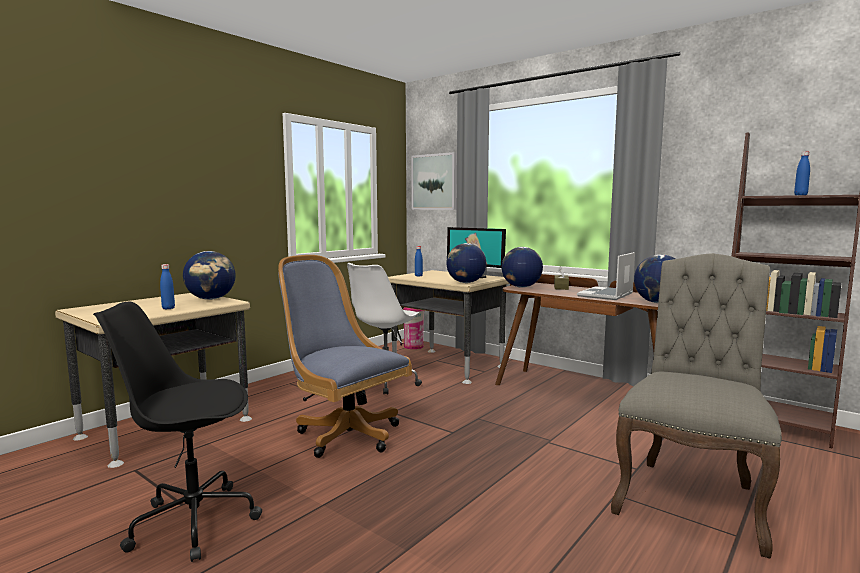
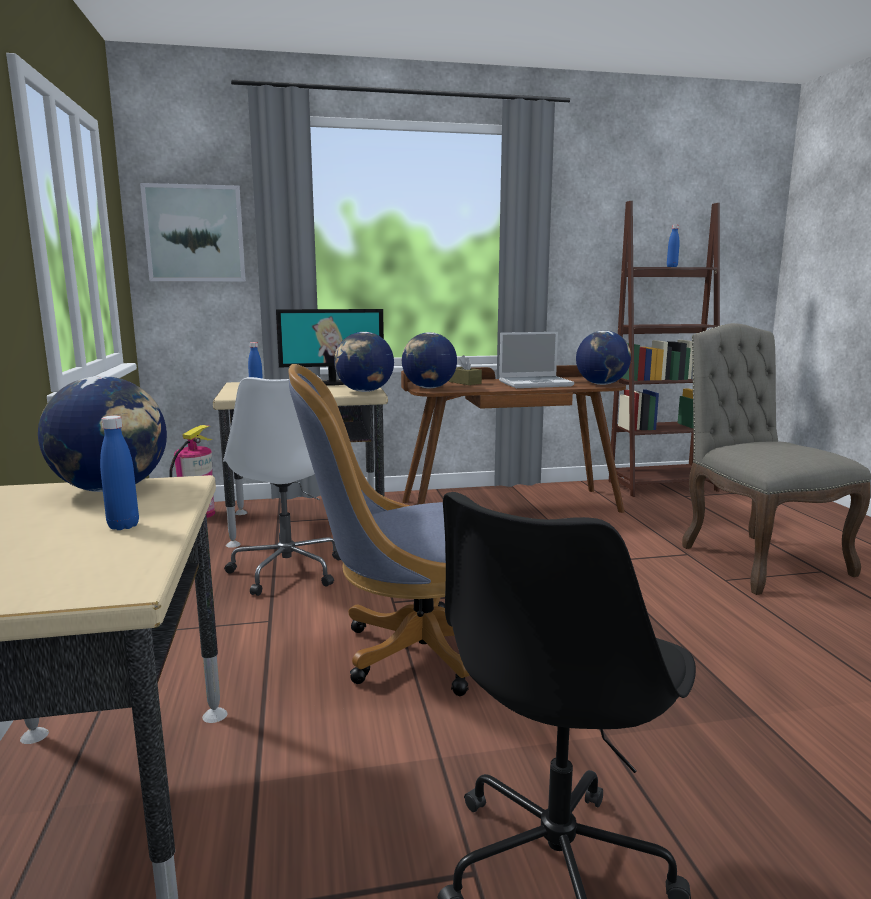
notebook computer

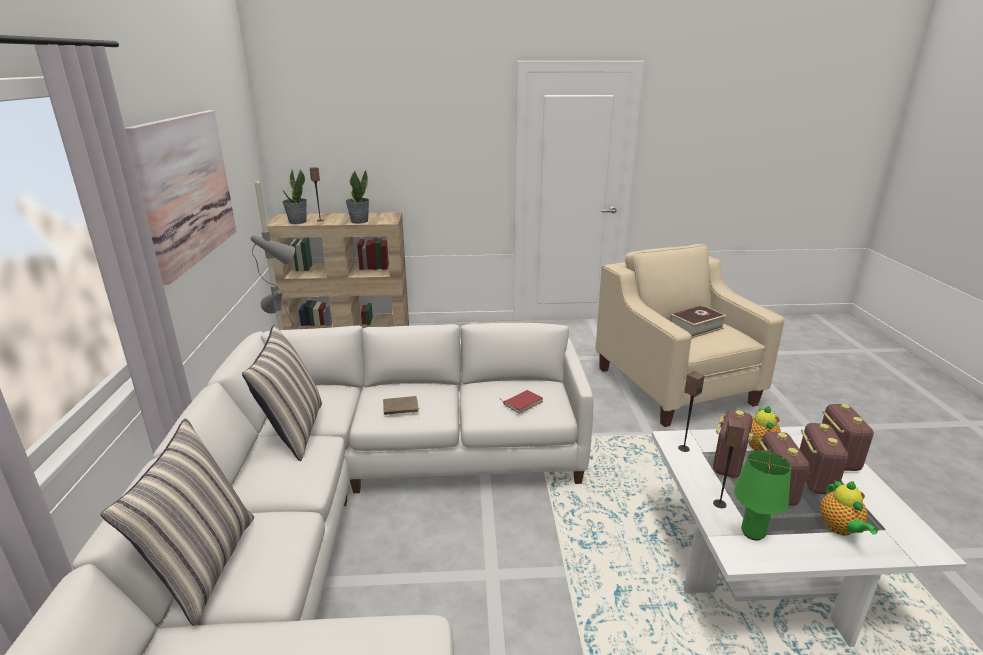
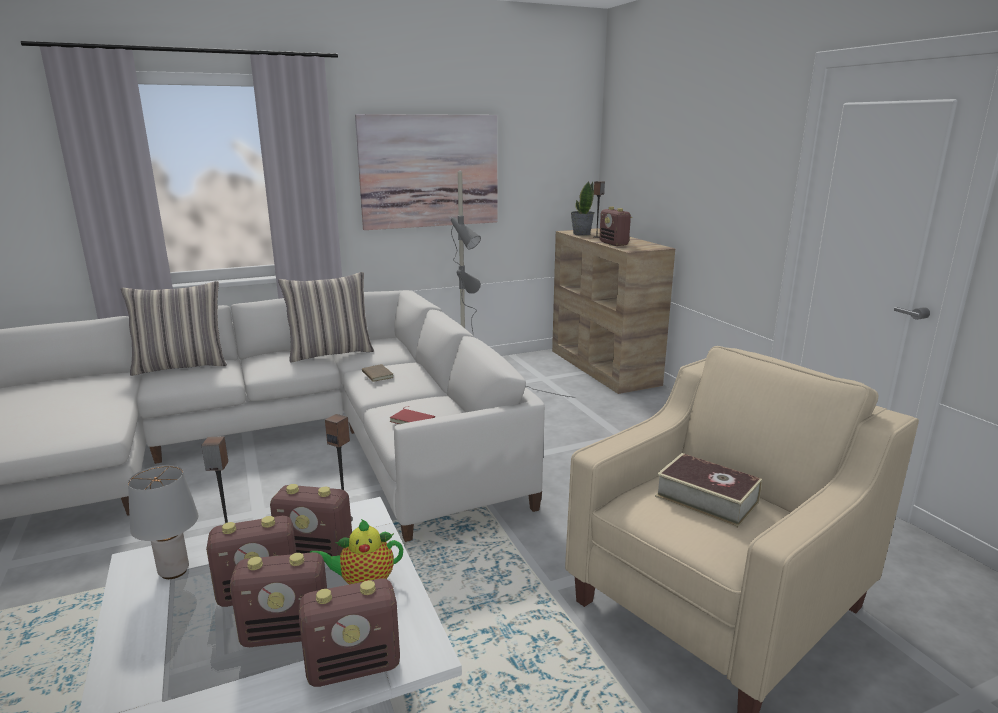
lamp for a table (grey)
radio set (5th from left)
tea pot (2nd from left in the first image)

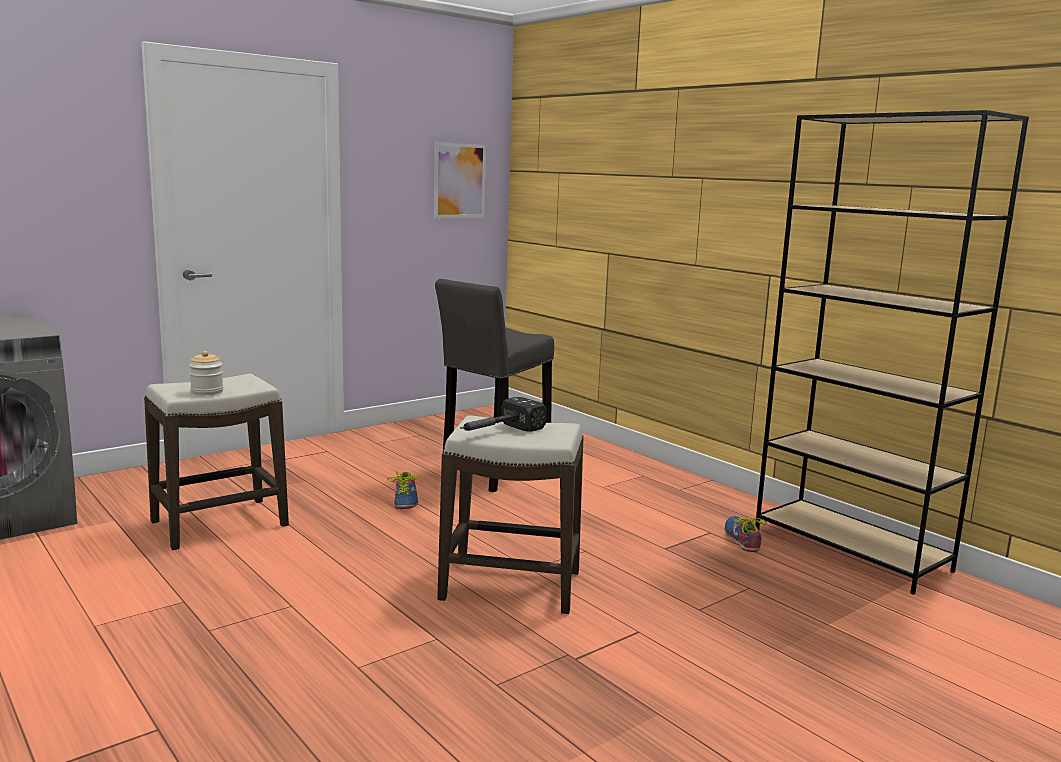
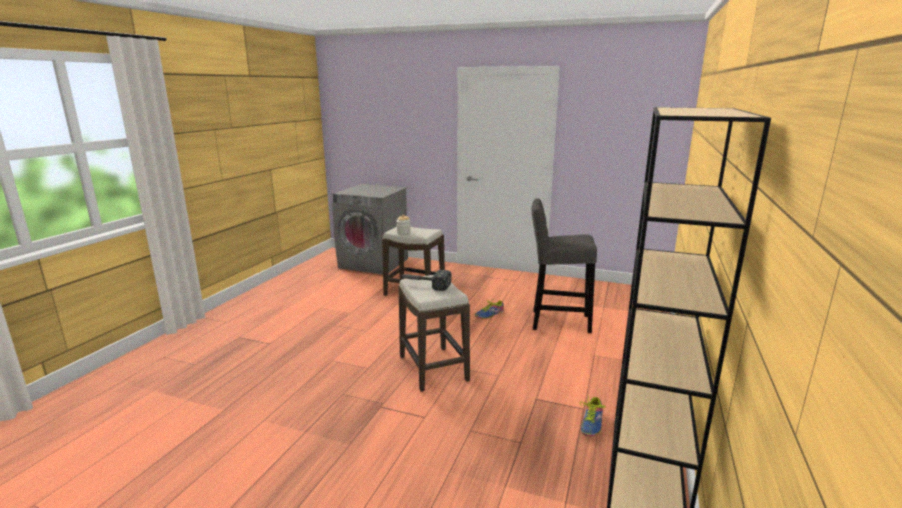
shoe (2nd from left)
wall picture

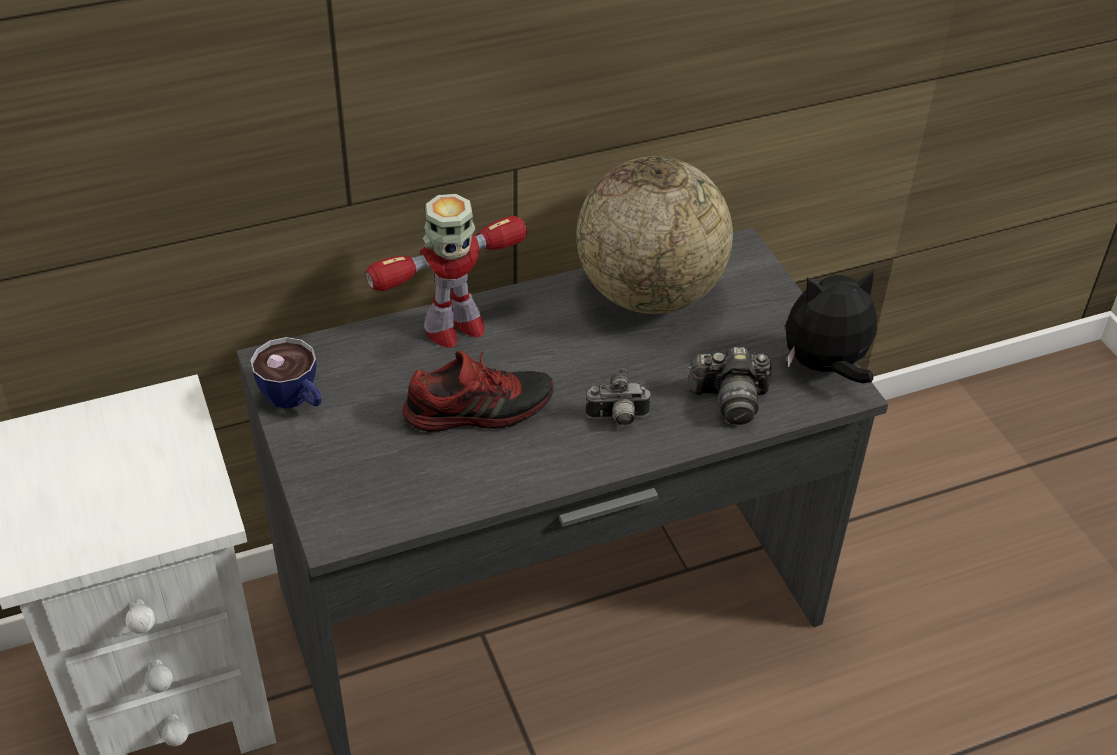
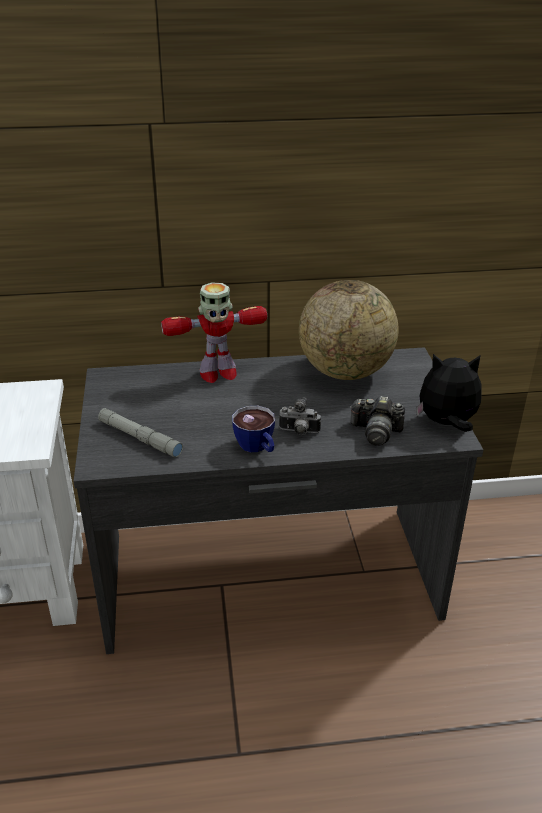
flashlight (grey)
drinking cup
shoe

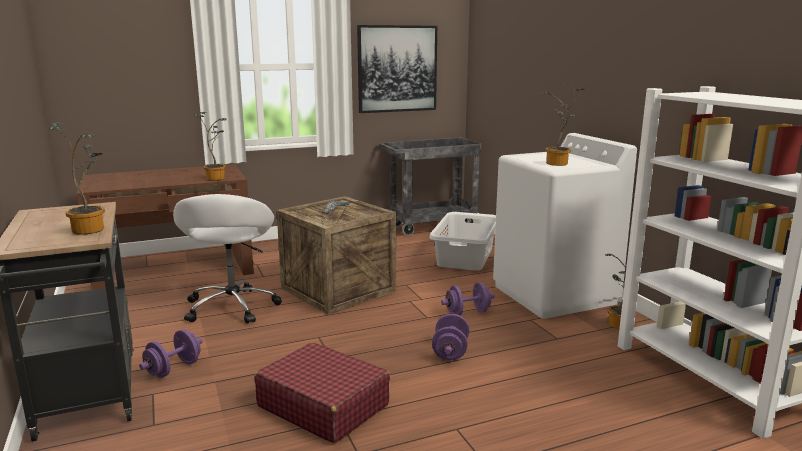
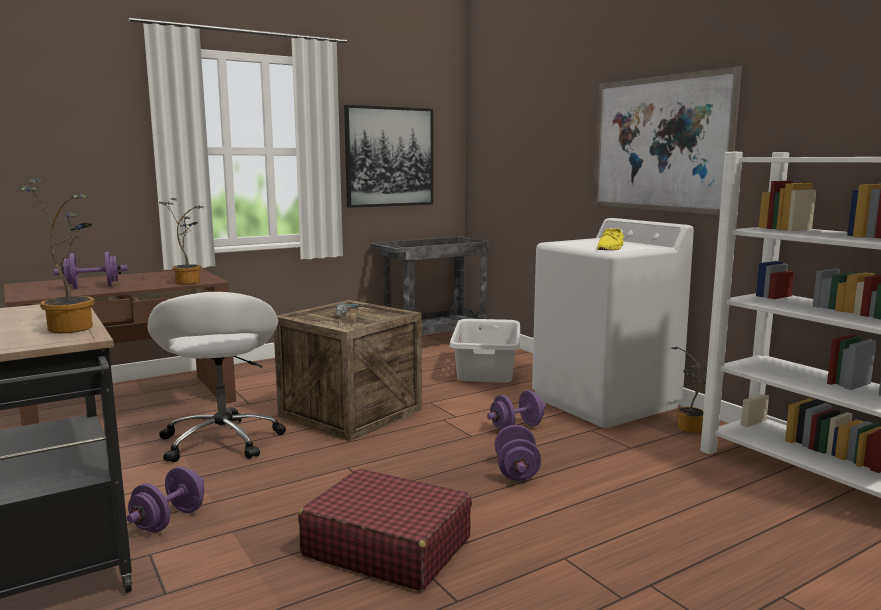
free weight (purple) (1st from left)
wall picture (2nd from left)
shoe (yellow-coloured)

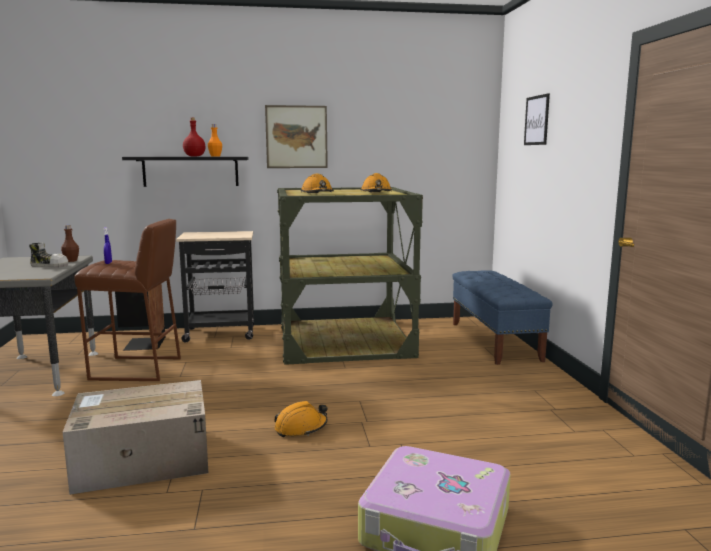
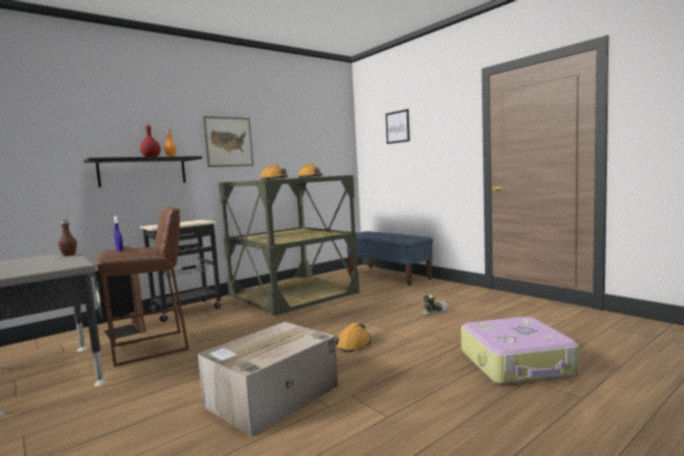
shoe

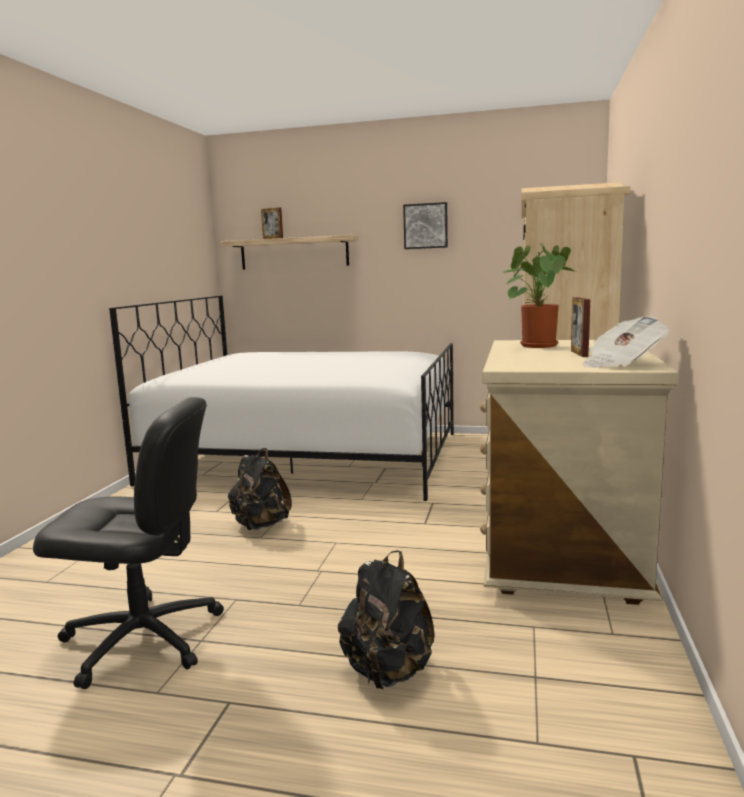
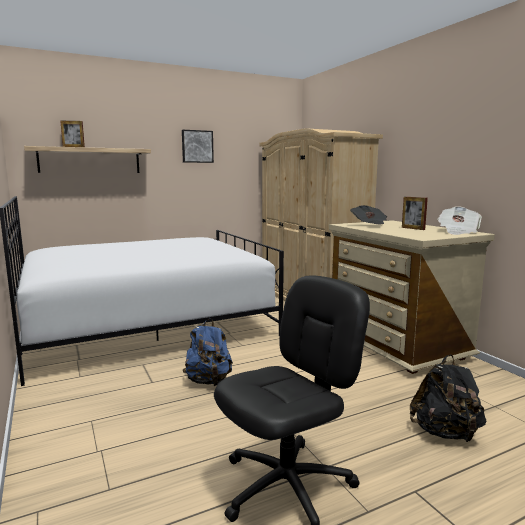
rucksack (blue)
daily paper (1st from left)

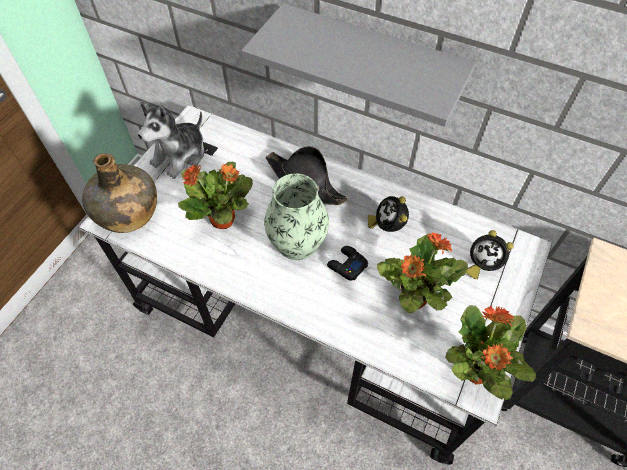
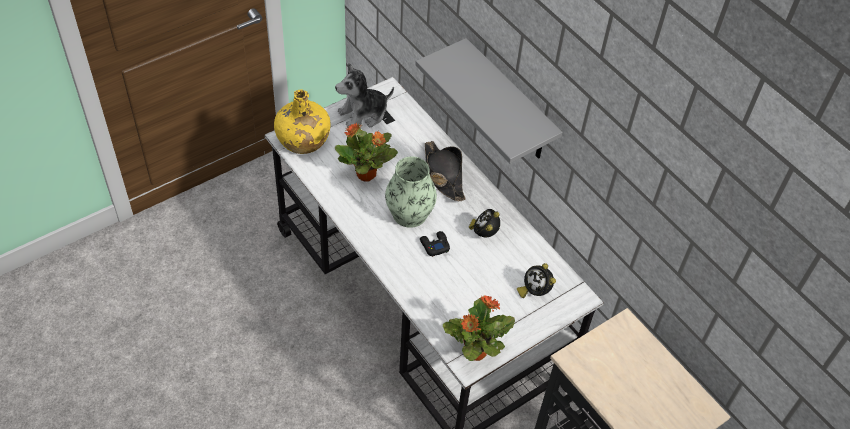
beverage bottle (yellow-coloured)
houseplant (2nd from left in the first image)

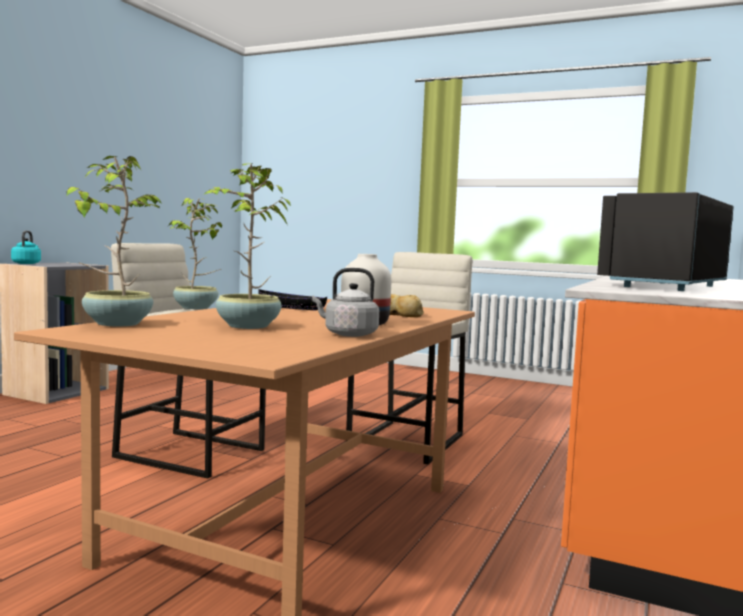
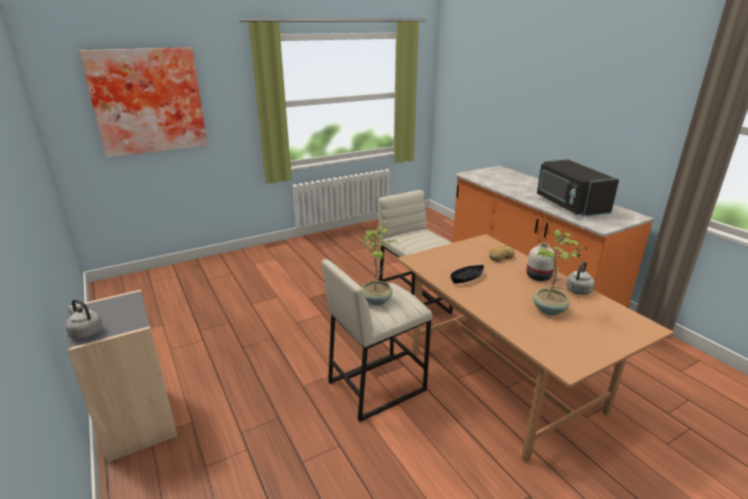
water kettle (grey) (1st from left)
wall picture
houseplant (1st from left in the first image)

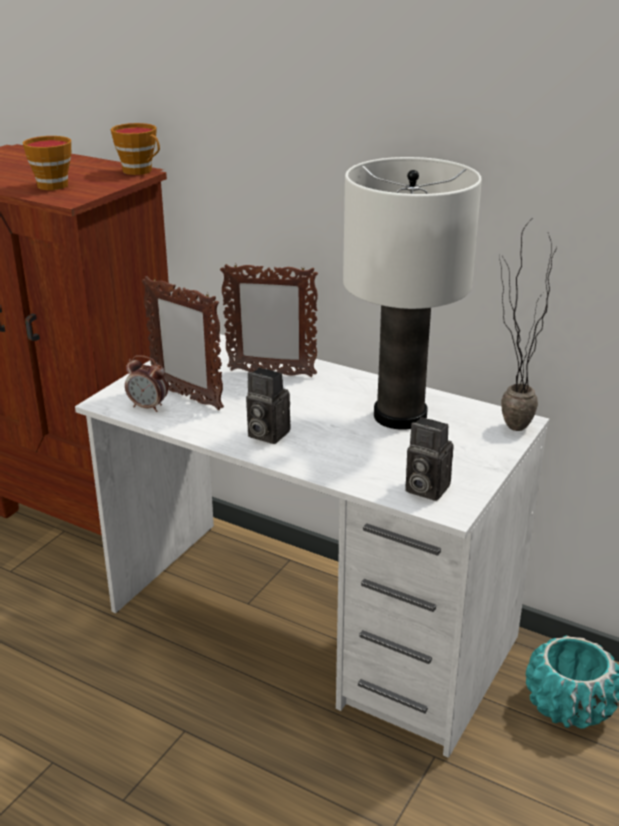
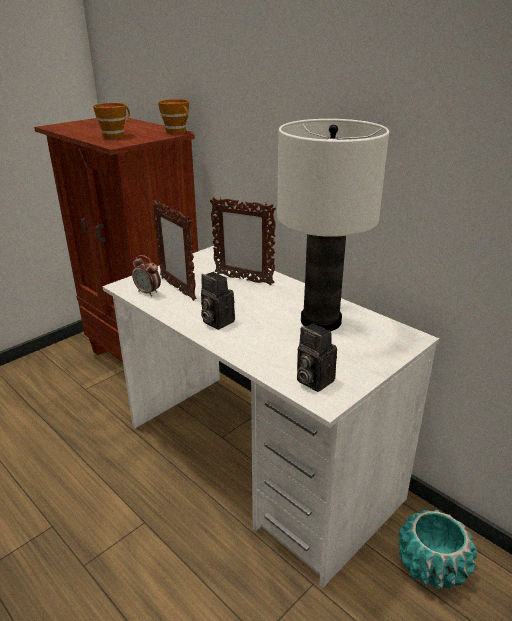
houseplant

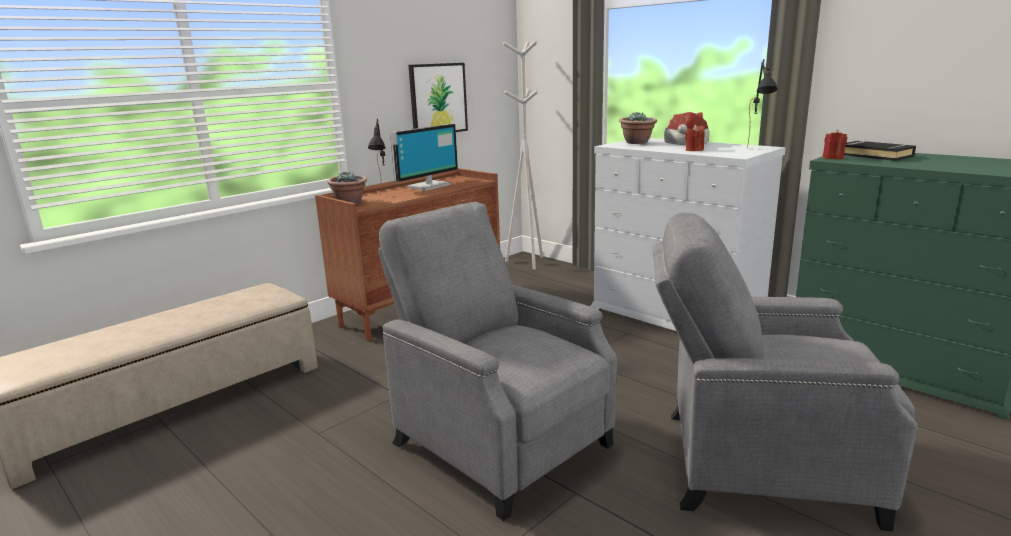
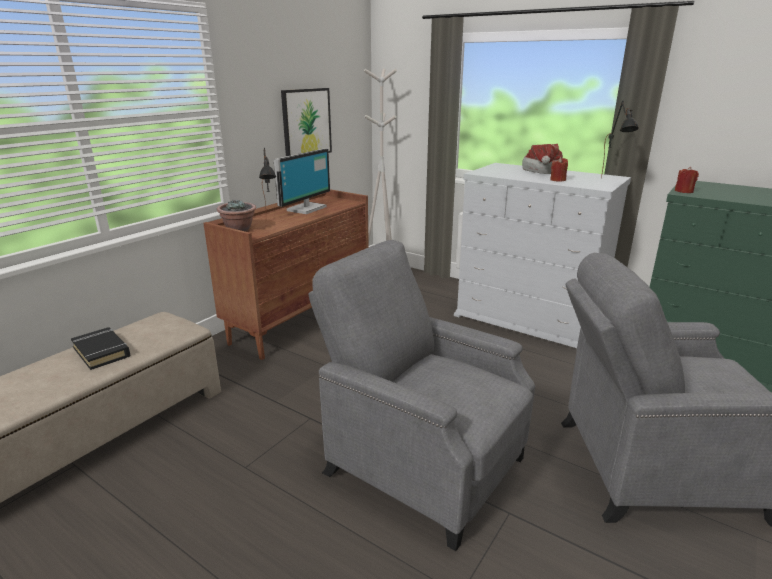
volume (black)
houseplant (2nd from left in the first image)

